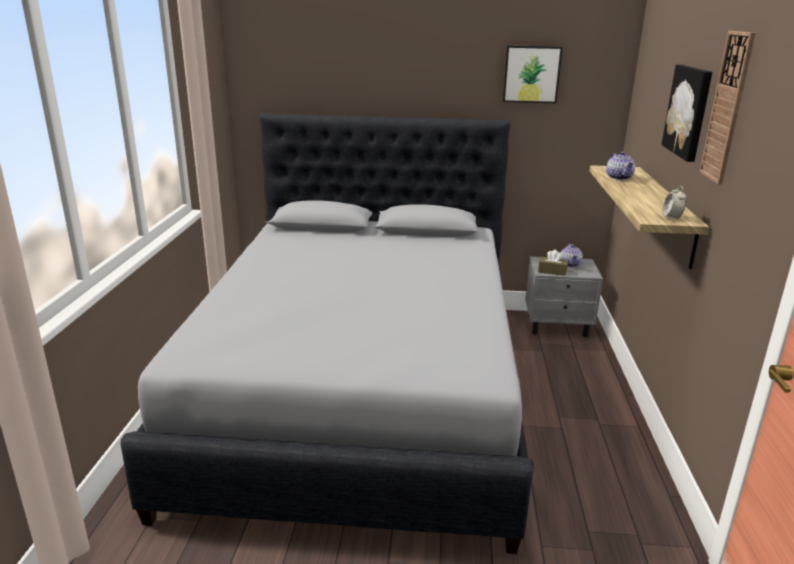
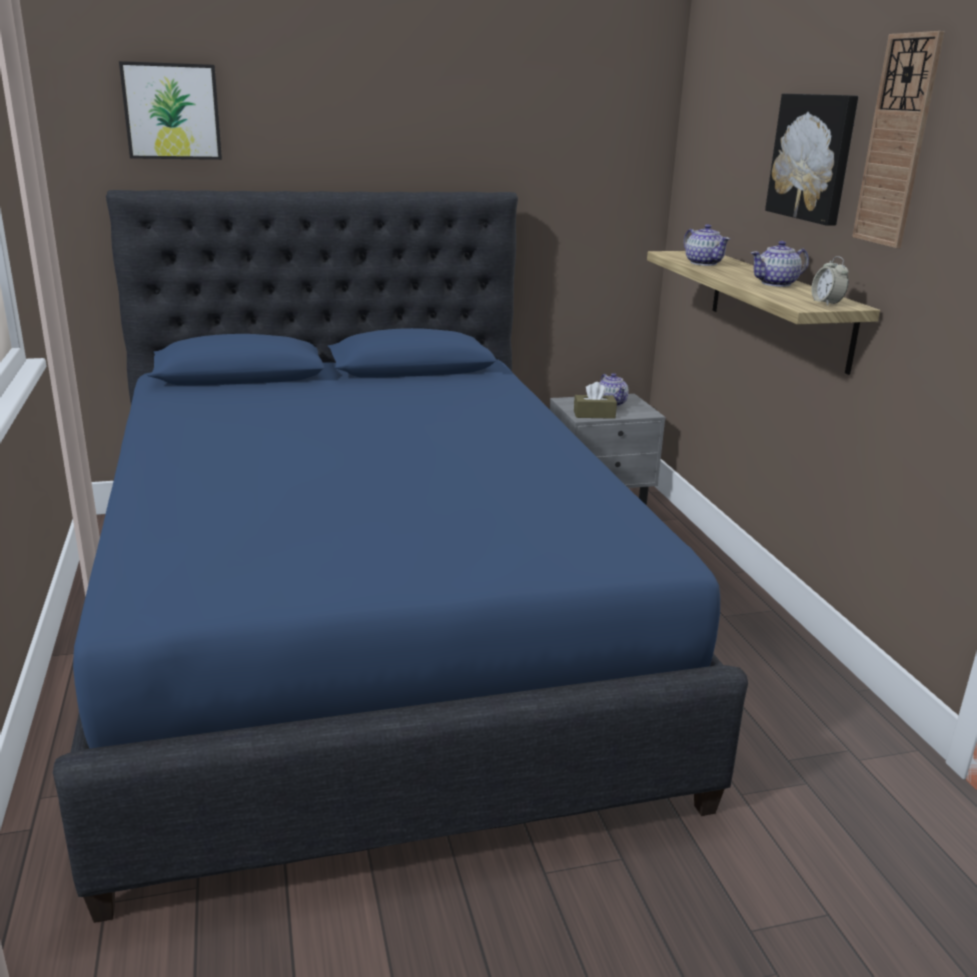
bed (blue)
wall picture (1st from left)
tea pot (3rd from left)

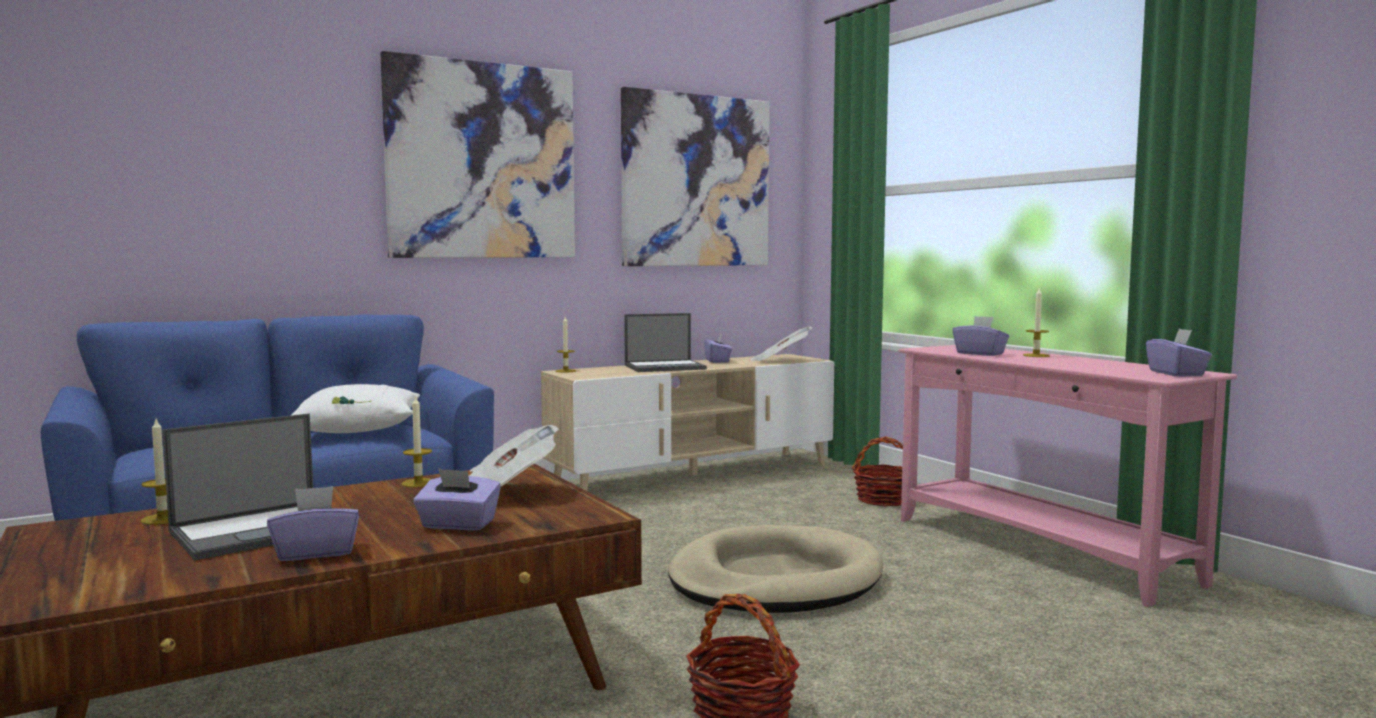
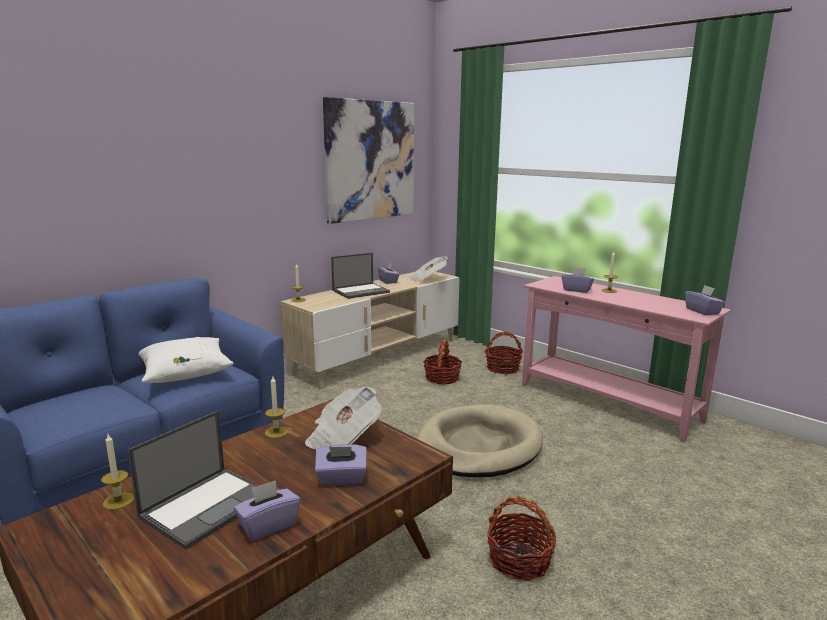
household basket (1st from left)
wall picture (1st from left in the first image)

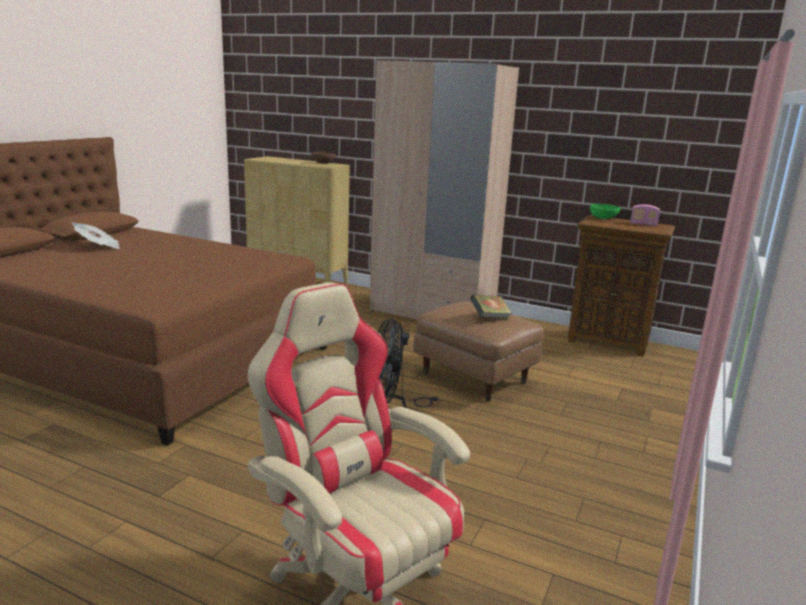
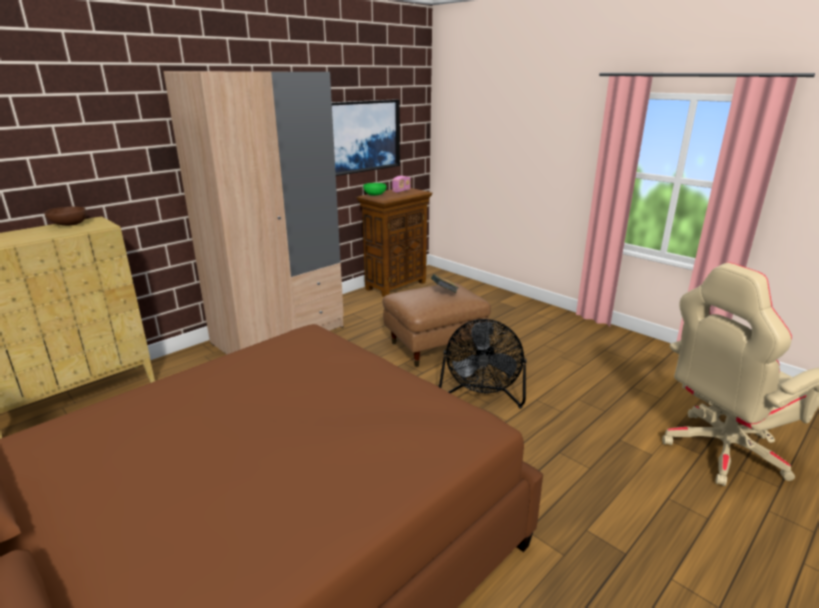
wall picture
daily paper

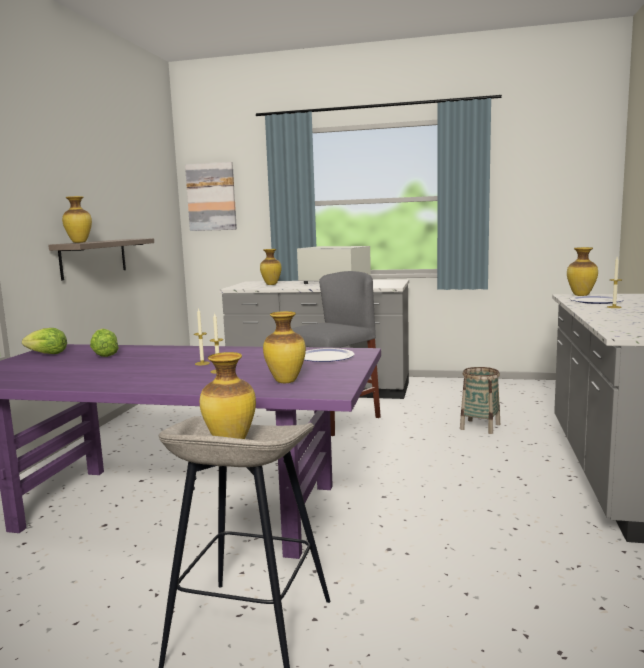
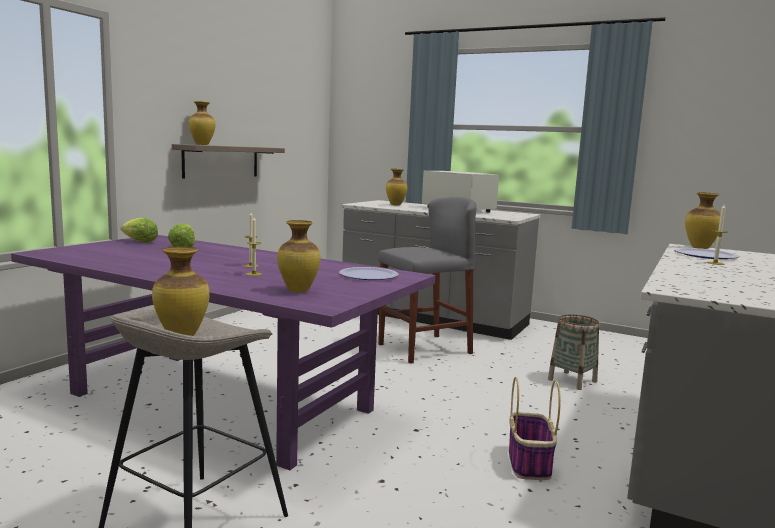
household basket (1st from left)
wall picture

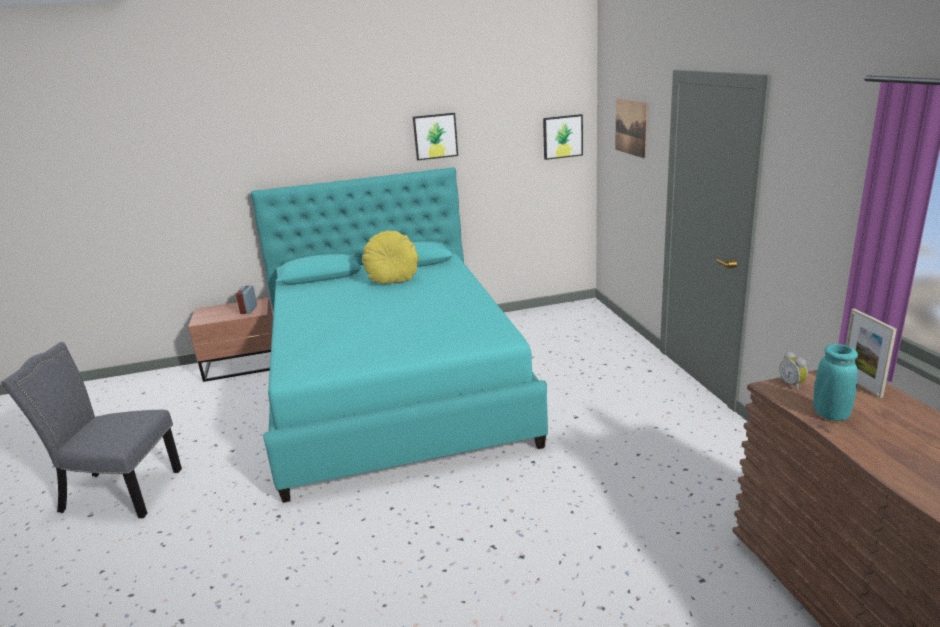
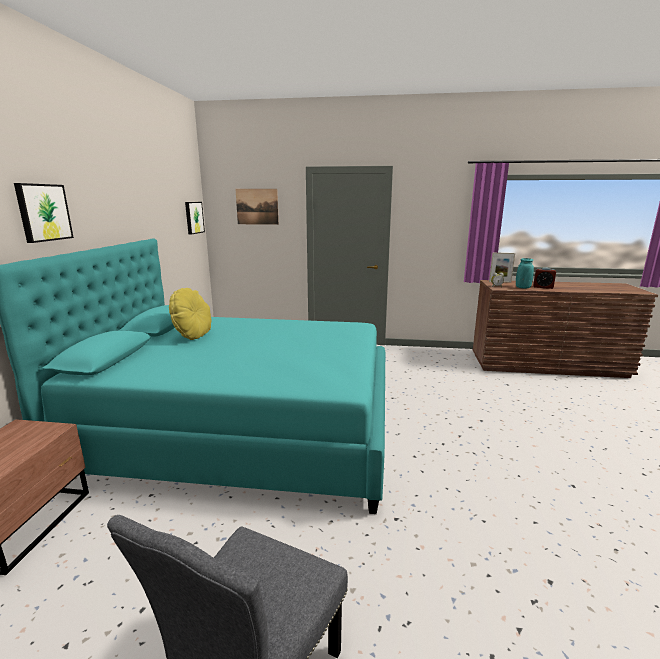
wall picture (1st from left)
bedside clock (2nd from left)

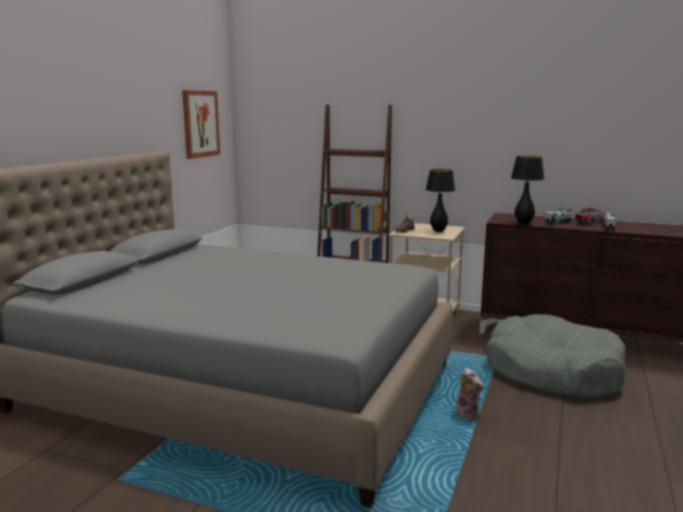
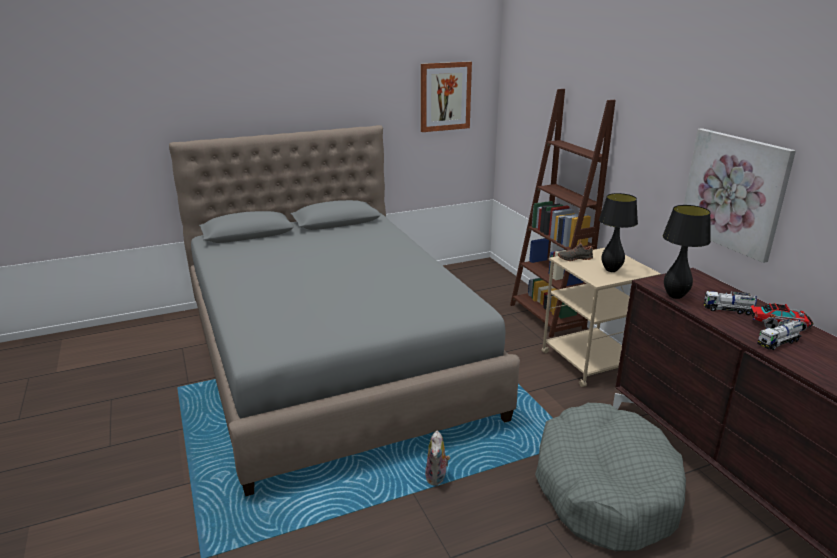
wall picture (2nd from left)

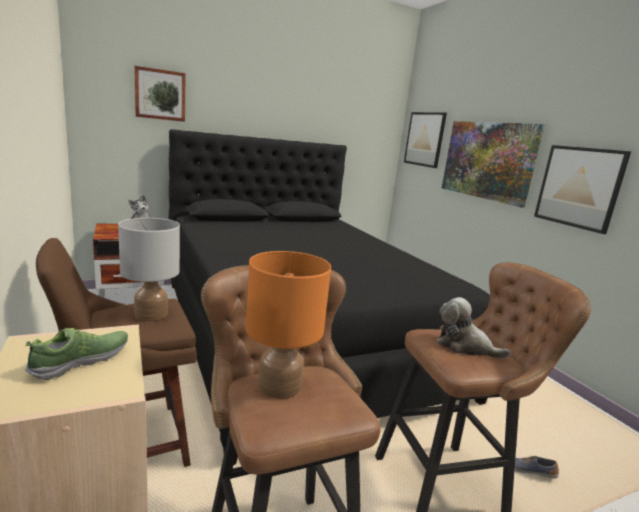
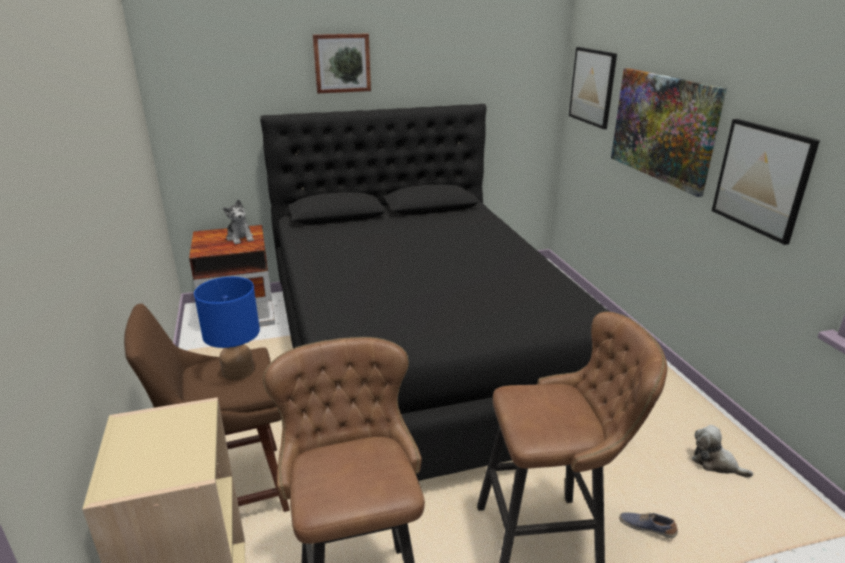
lamp for a table (blue)
wall picture (1st from left)
soft toy (2nd from left)
shoe (1st from left in the first image)
lamp for a table (orangey)

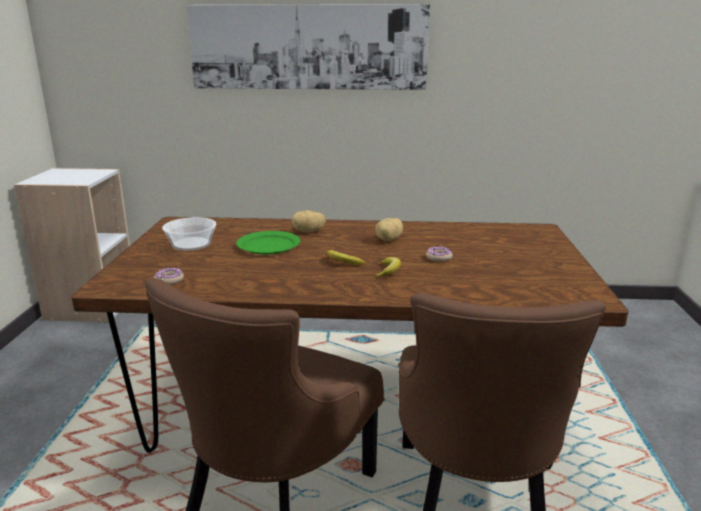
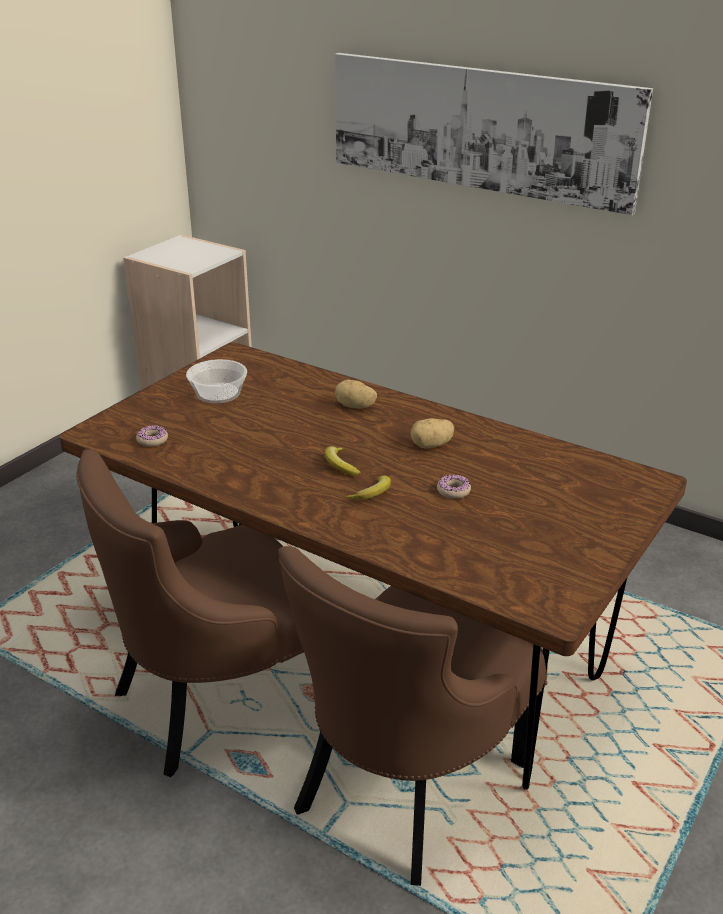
plate (greenish)

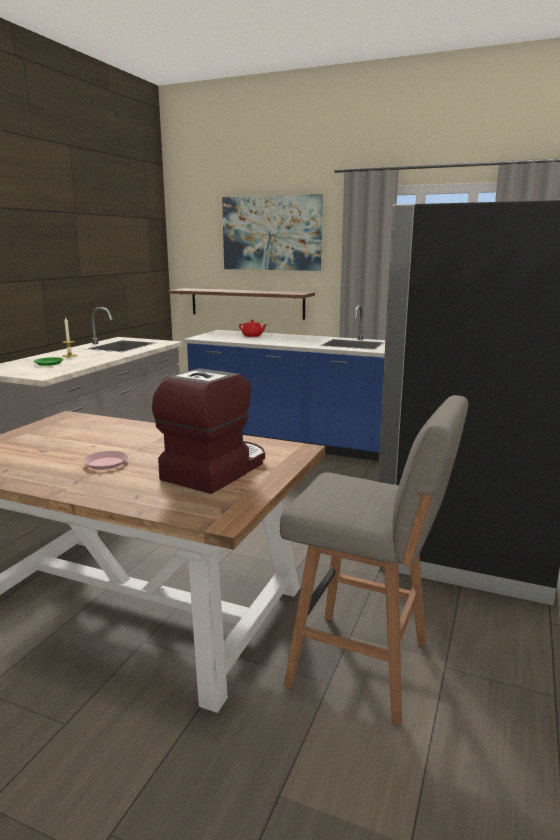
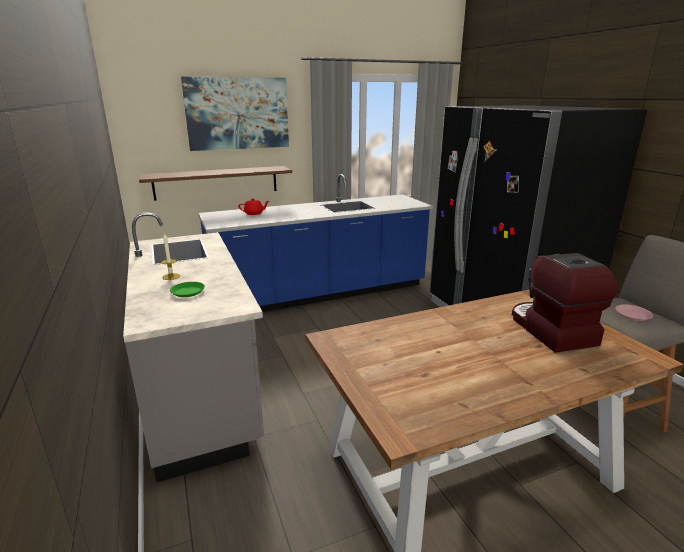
plate (pink-coloured)

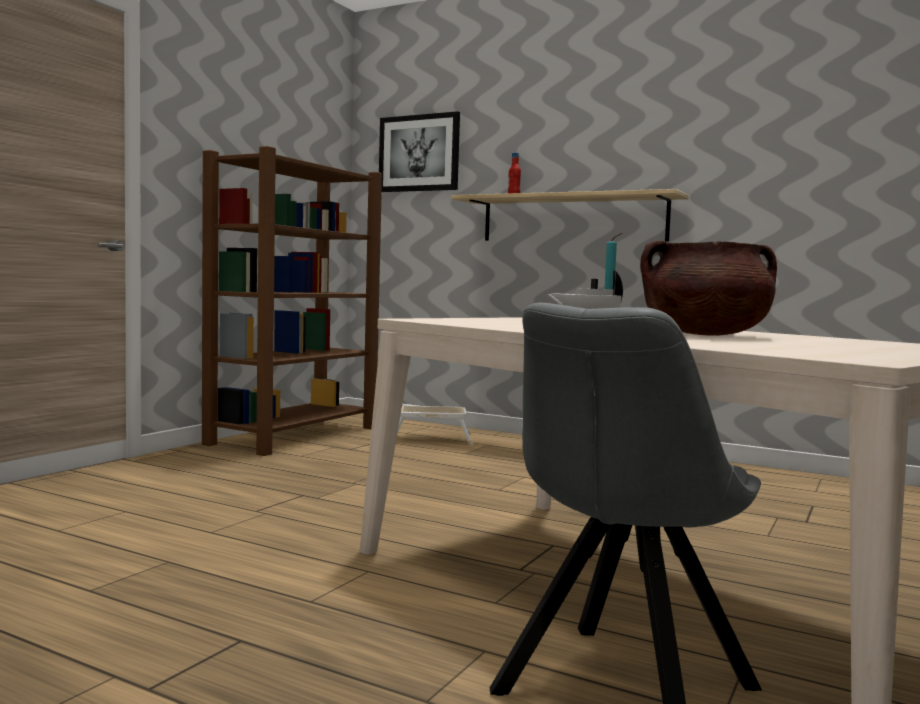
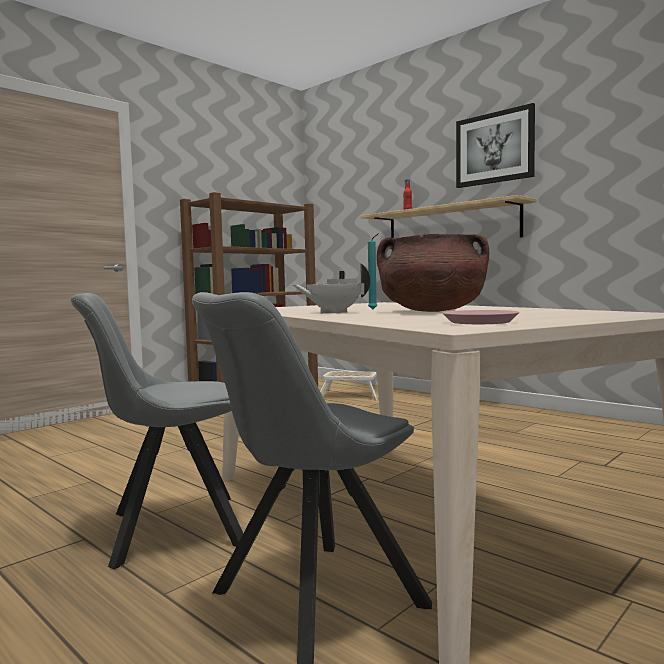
upright chair (grey) (1st from left)
plate (pink-coloured)
wall picture

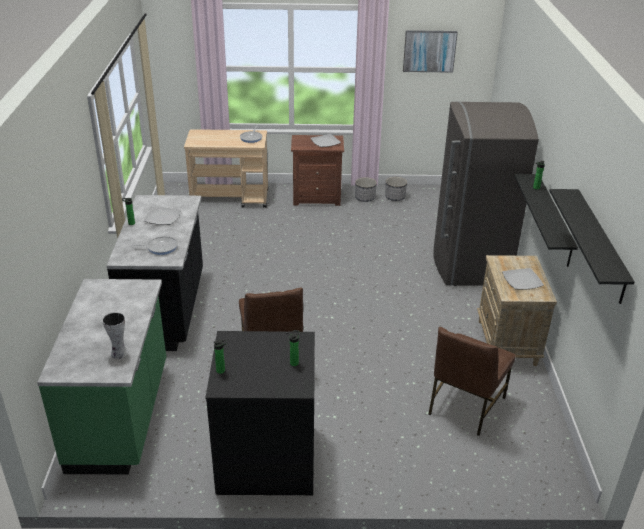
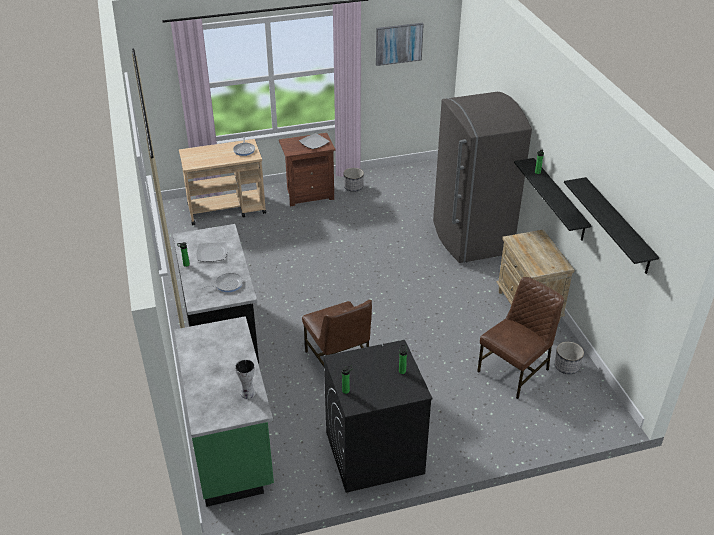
upright chair (brown) (2nd from left)
plant pot (2nd from left)
plate (3rd from left in the first image)

